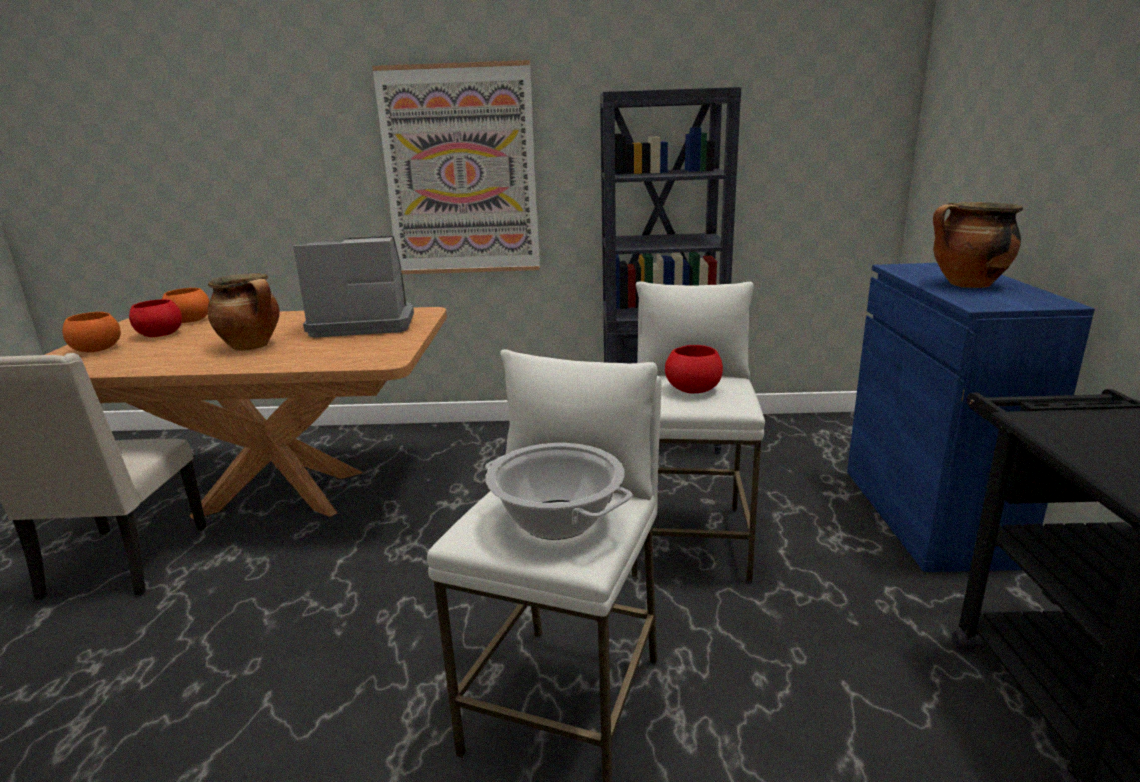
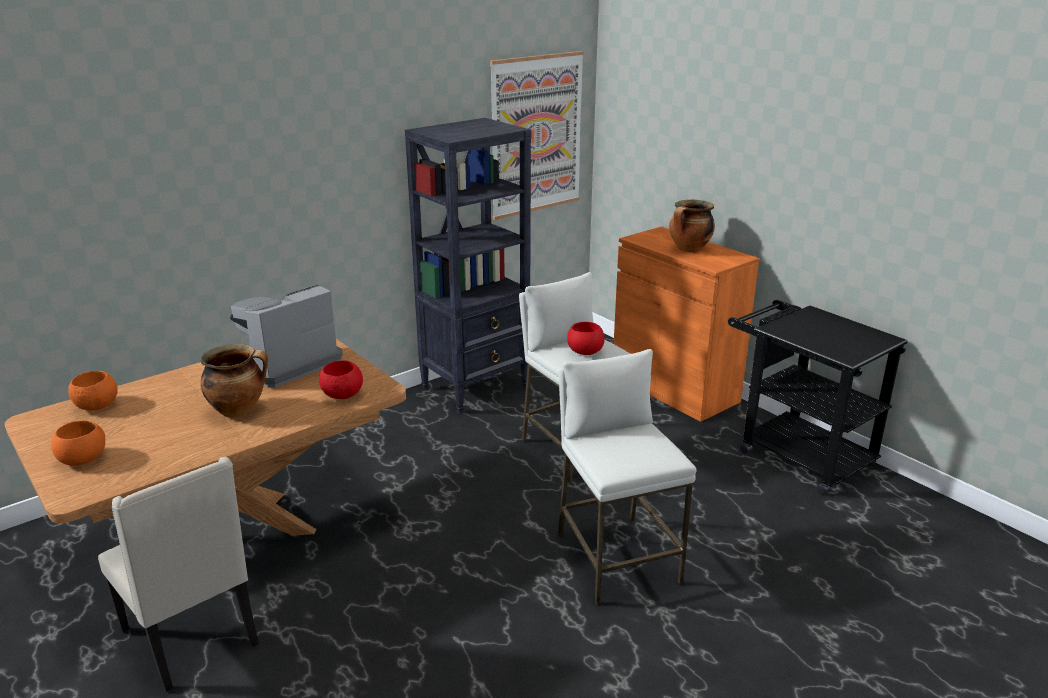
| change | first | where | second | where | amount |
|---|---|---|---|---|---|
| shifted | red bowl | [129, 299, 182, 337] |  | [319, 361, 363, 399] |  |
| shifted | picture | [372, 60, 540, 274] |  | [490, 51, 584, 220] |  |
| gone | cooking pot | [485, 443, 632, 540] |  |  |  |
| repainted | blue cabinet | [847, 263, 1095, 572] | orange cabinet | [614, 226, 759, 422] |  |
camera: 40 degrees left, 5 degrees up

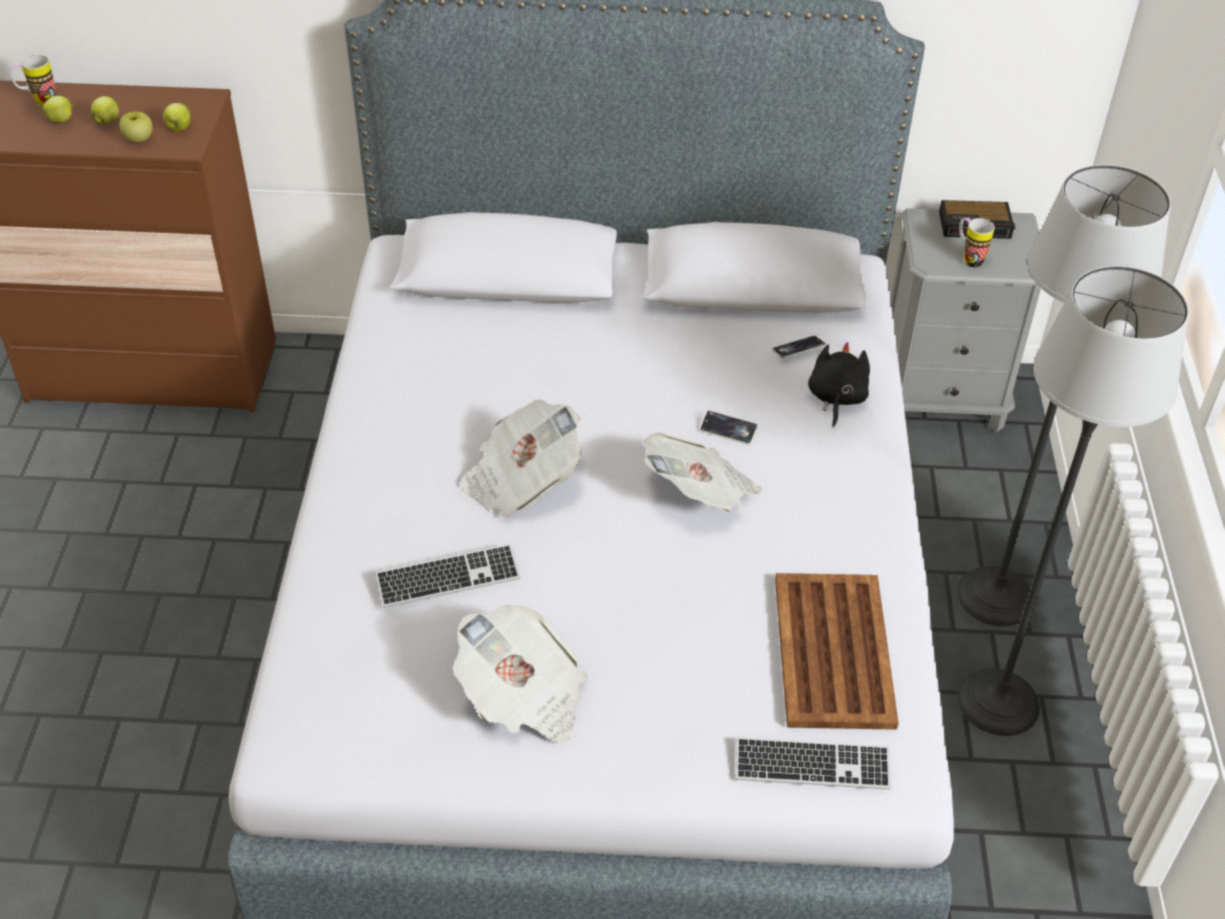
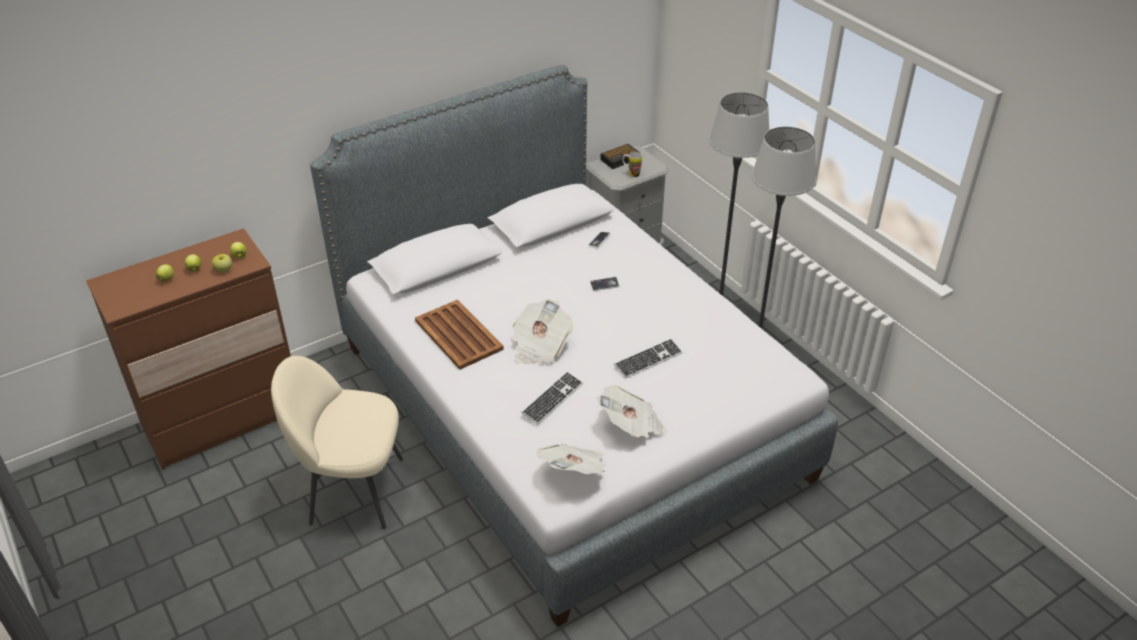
| change | first | where | second | where | amount |
|---|---|---|---|---|---|
| gone | mug | [10, 55, 56, 107] |  |  |  |
| shifted | newspaper | [643, 432, 762, 512] |  | [537, 443, 606, 474] |  |
| shifted | keyboard | [736, 737, 891, 790] |  | [614, 338, 683, 378] |  |
| shifted | brown tray | [775, 573, 898, 730] |  | [415, 299, 504, 370] |  |
| gone | black plush toy | [808, 342, 870, 428] |  |  |  |
| new |  |  | beige chair | [271, 356, 403, 529] |  |
camera: 35 degrees left, 5 degrees down

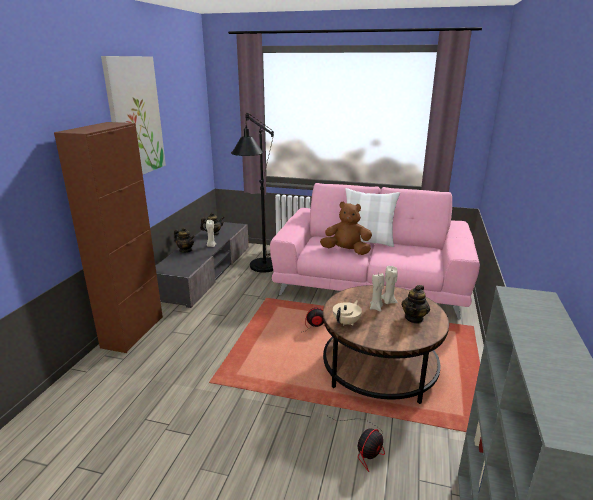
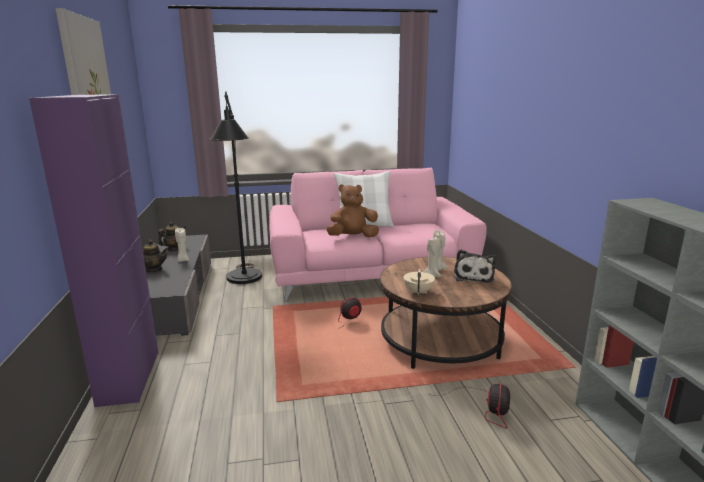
| change | first | where | second | where | amount |
|---|---|---|---|---|---|
| repainted | brown cabinet | [54, 122, 163, 353] | purple cabinet | [29, 94, 158, 407] |  |
| swapped | teapot | [402, 285, 430, 324] | plush toy | [454, 249, 496, 283] |  |
camera: 25 degrees left, 5 degrees down

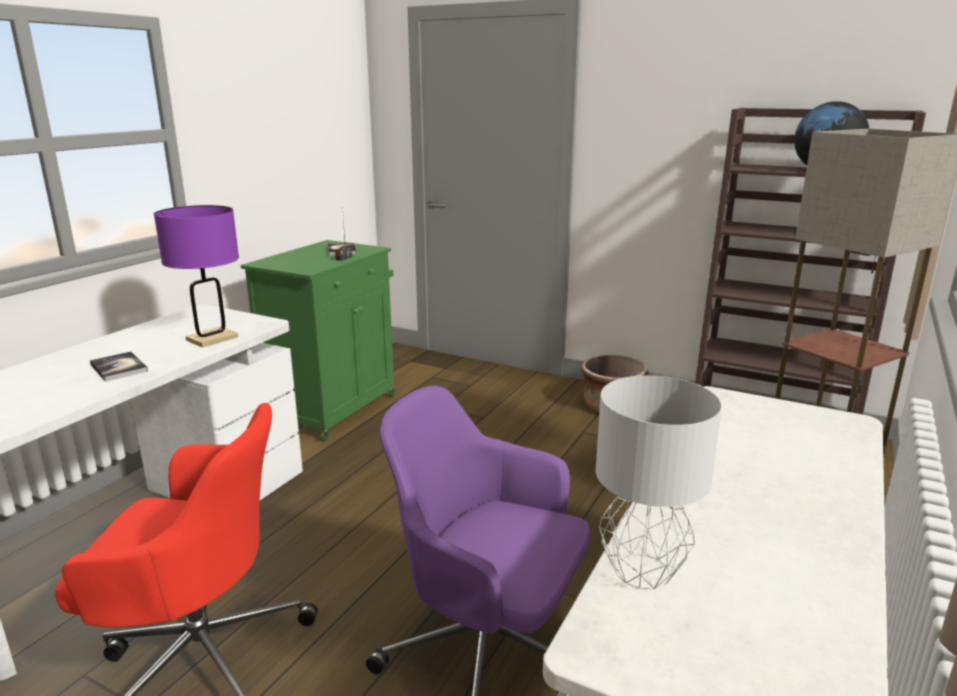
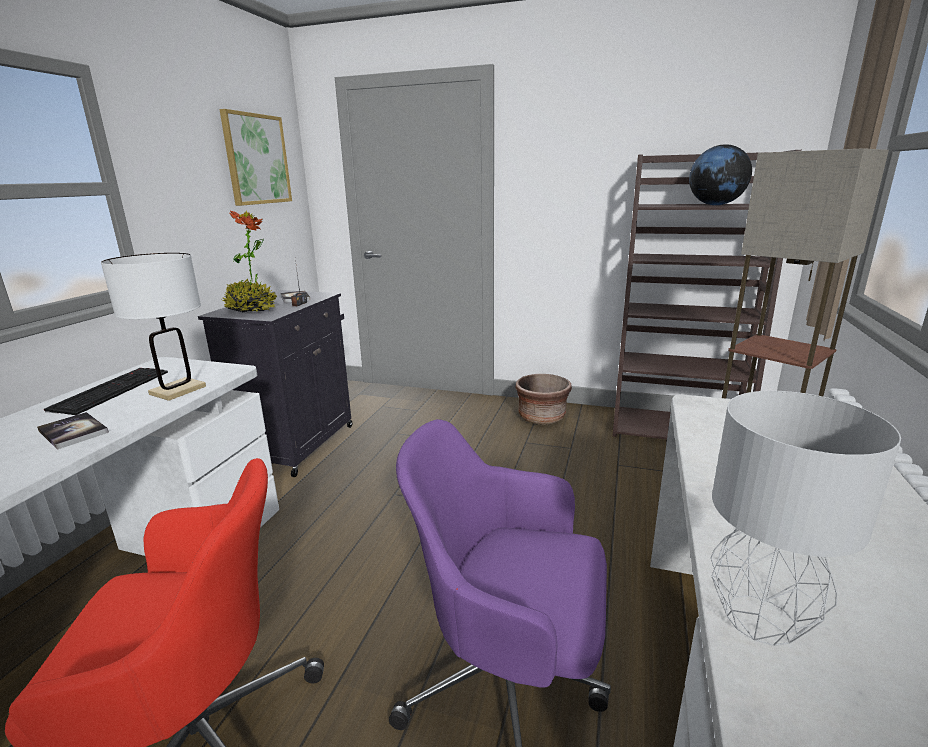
| change | first | where | second | where | amount |
|---|---|---|---|---|---|
| repainted | purple table lamp | [154, 205, 239, 348] | white table lamp | [101, 253, 206, 401] |  |
| repainted | green cabinet | [241, 240, 395, 442] | black cabinet | [198, 290, 352, 477] |  |
| new |  |  | keyboard | [44, 368, 168, 415] |  |
| new |  |  | picture | [220, 109, 292, 206] |  |
| new |  |  | potted plant | [223, 210, 277, 312] |  |
camera: 10 degrees left, 0 degrees up

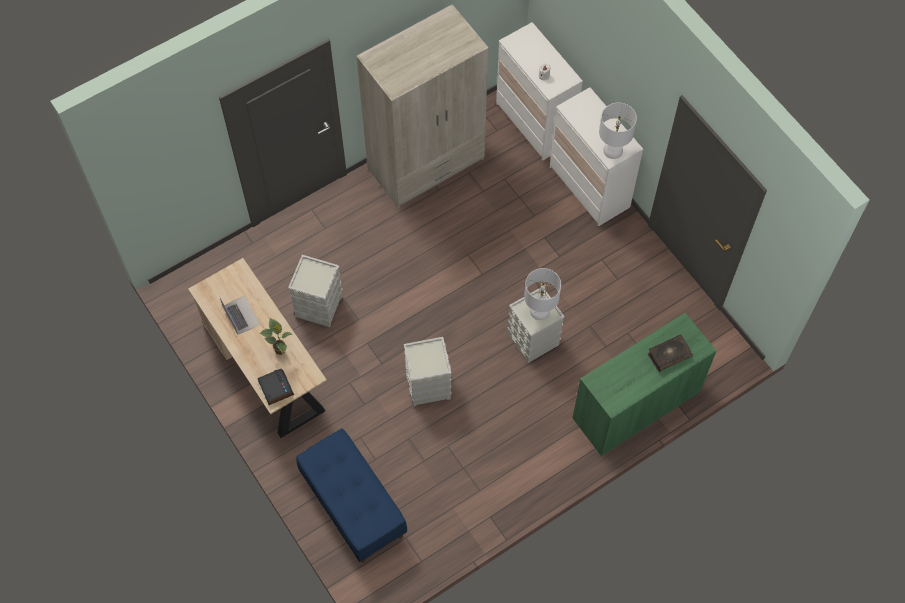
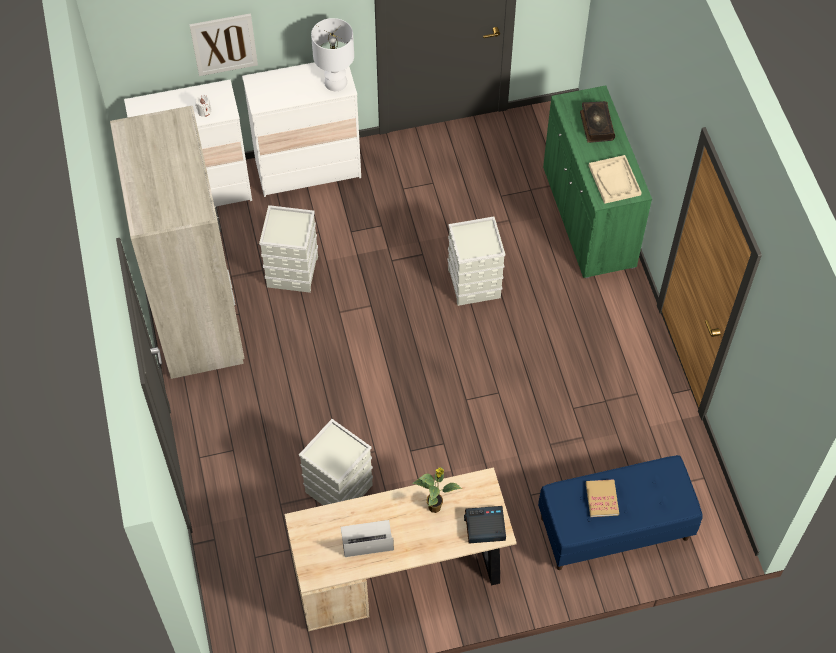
| change | first | where | second | where | amount |
|---|---|---|---|---|---|
| shifted | grey storage box | [404, 337, 451, 406] |  | [259, 205, 318, 293] |  |
| gone | white table lamp | [524, 268, 561, 320] |  |  |  |
| new |  |  | picture | [189, 13, 258, 76] |  |
| new |  |  | book | [586, 479, 619, 517] |  |
| new |  |  | beige tray | [589, 155, 642, 204] |  |
camera: 70 degrees left, 5 degrees down

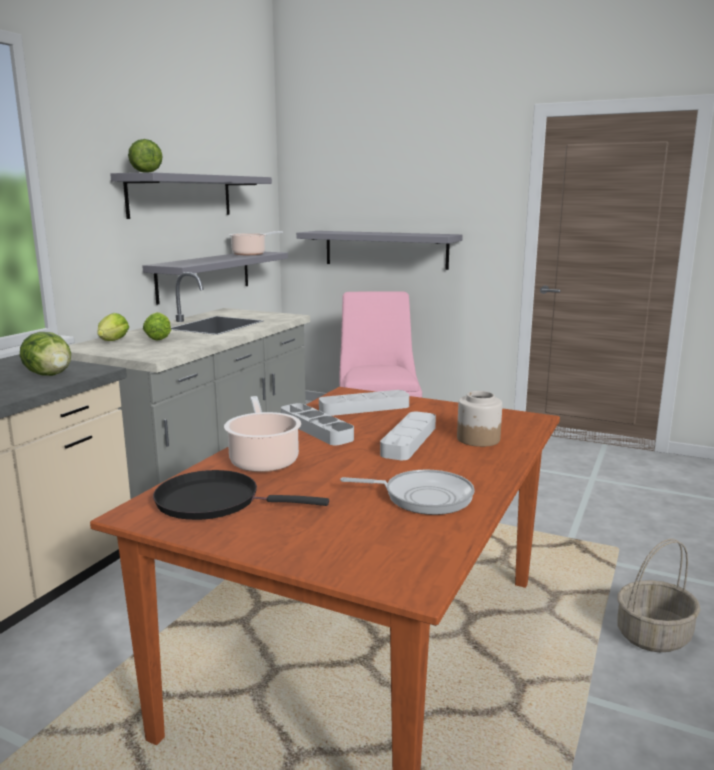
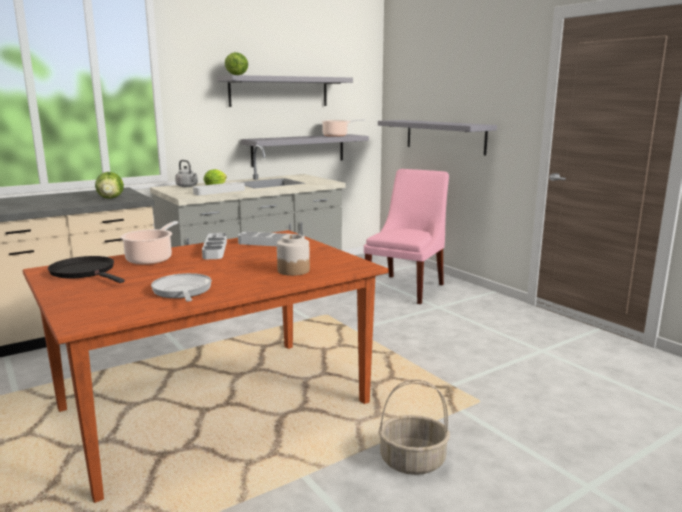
| change | first | where | second | where | amount |
|---|---|---|---|---|---|
| swapped | lettuce | [97, 313, 129, 341] | grey kettle | [175, 160, 198, 187] |  |
| rotated | frying pan | [340, 470, 475, 515] |  | [151, 273, 212, 301] | 150 degrees counterclockwise |
| shifted | grey tray | [380, 412, 436, 460] |  | [193, 182, 245, 195] |  |
camera: 30 degrees right, 0 degrees up

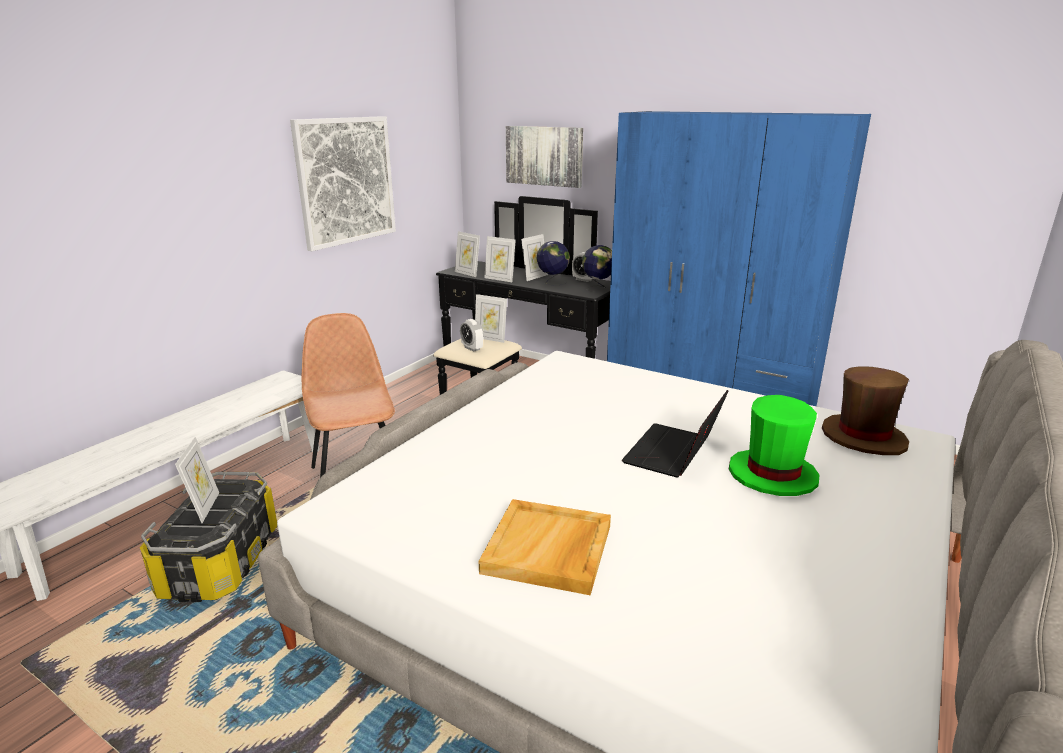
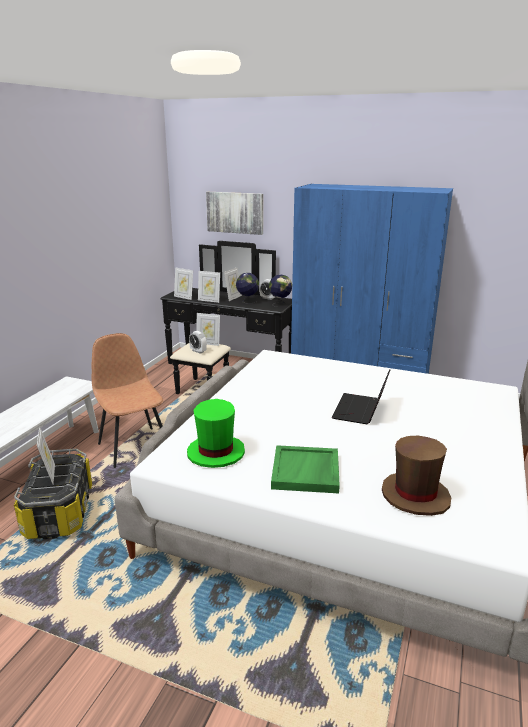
| change | first | where | second | where | amount |
|---|---|---|---|---|---|
| gone | picture | [290, 116, 396, 251] |  |  |  |
| repainted | beige tray | [479, 499, 611, 596] | green tray | [271, 445, 340, 493] |  |
| shifted | green hat | [729, 395, 819, 496] |  | [187, 399, 245, 468] |  |
| shifted | brown hat | [822, 366, 909, 455] |  | [382, 436, 451, 516] |  |
camera: 10 degrees left, 0 degrees up

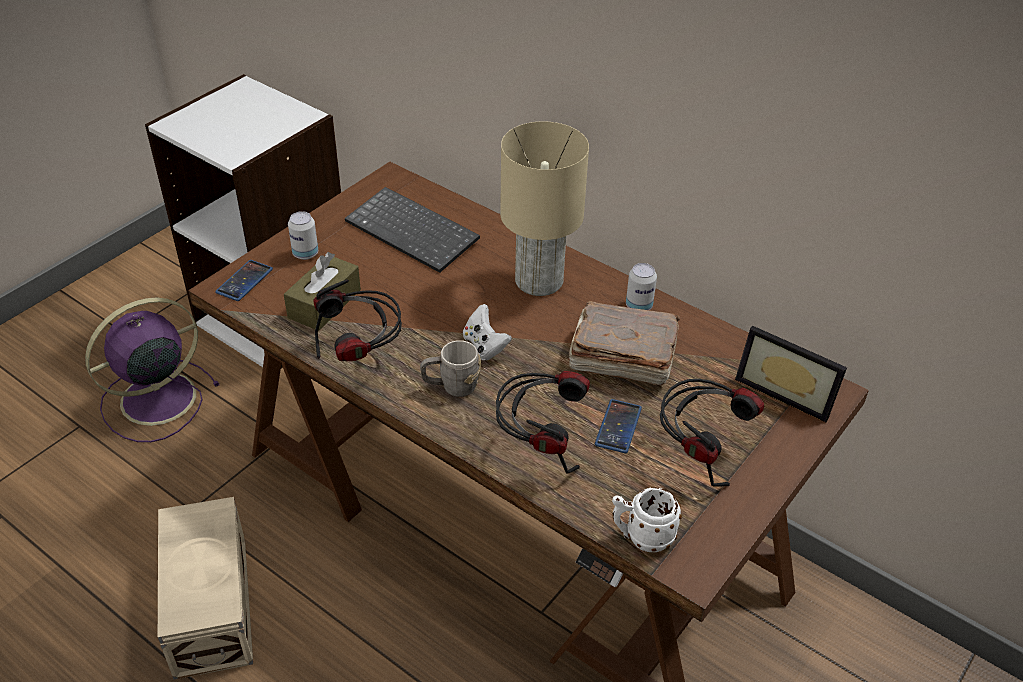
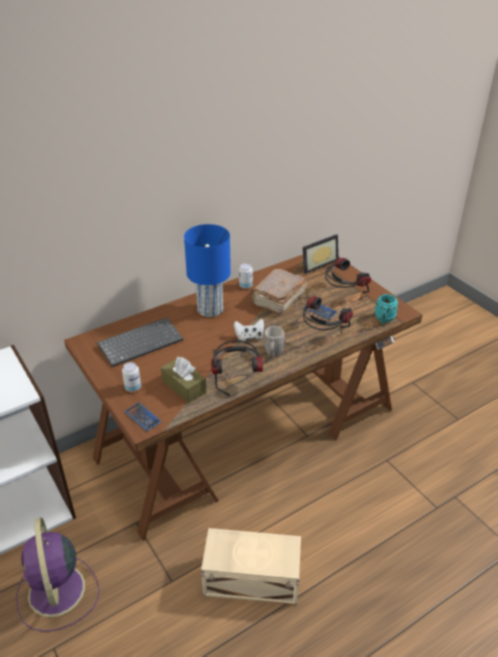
| change | first | where | second | where | amount |
|---|---|---|---|---|---|
| repainted | beige table lamp | [500, 122, 589, 296] | blue table lamp | [184, 224, 231, 317] |  |
| repainted | white mug | [612, 488, 682, 552] | turquoise mug | [375, 294, 398, 324] |  |
camera: 70 degrees left, 5 degrees down

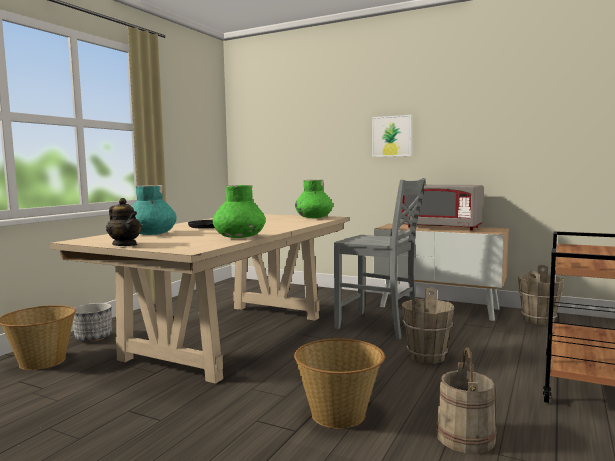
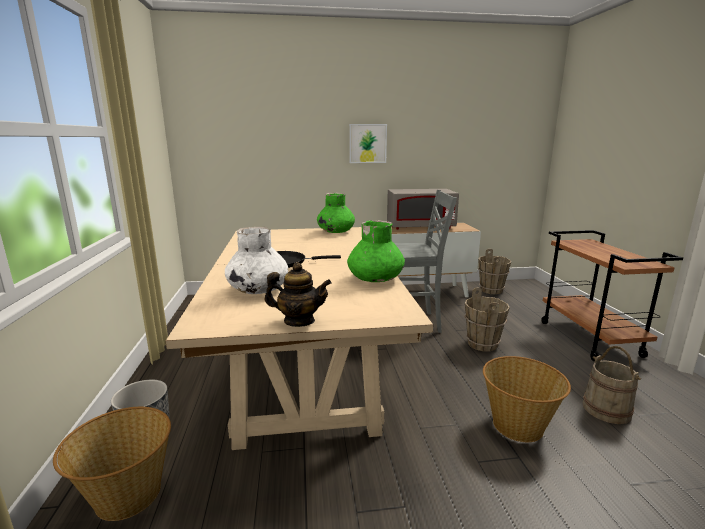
| change | first | where | second | where | amount |
|---|---|---|---|---|---|
| repainted | turquoise vase | [132, 185, 177, 235] | white vase | [225, 227, 288, 294] |  |
camera: 35 degrees left, 10 degrees up

